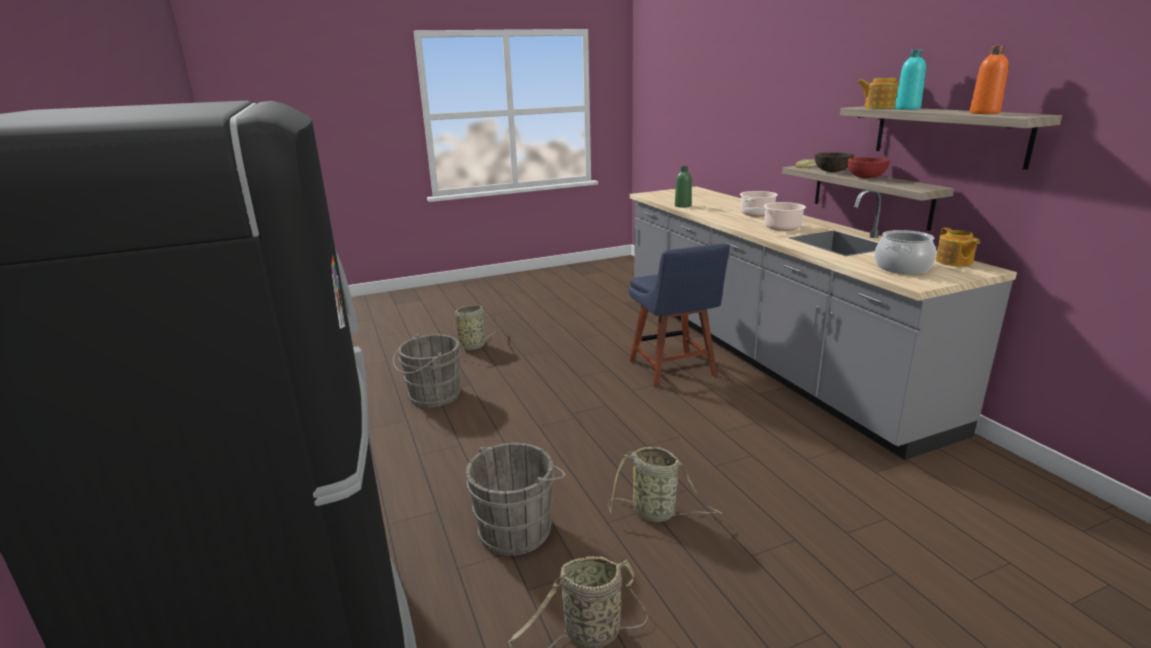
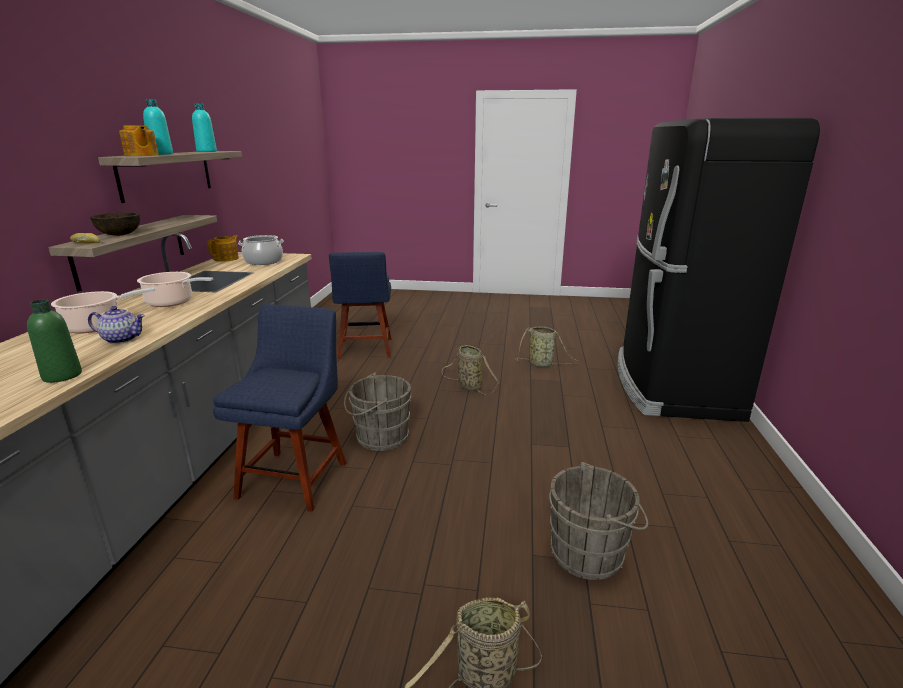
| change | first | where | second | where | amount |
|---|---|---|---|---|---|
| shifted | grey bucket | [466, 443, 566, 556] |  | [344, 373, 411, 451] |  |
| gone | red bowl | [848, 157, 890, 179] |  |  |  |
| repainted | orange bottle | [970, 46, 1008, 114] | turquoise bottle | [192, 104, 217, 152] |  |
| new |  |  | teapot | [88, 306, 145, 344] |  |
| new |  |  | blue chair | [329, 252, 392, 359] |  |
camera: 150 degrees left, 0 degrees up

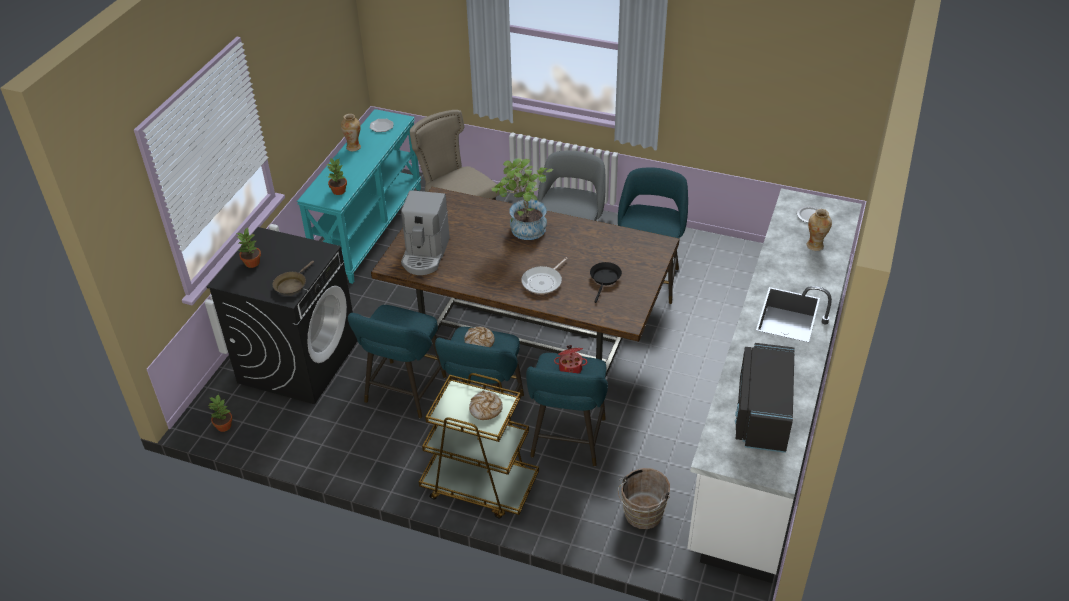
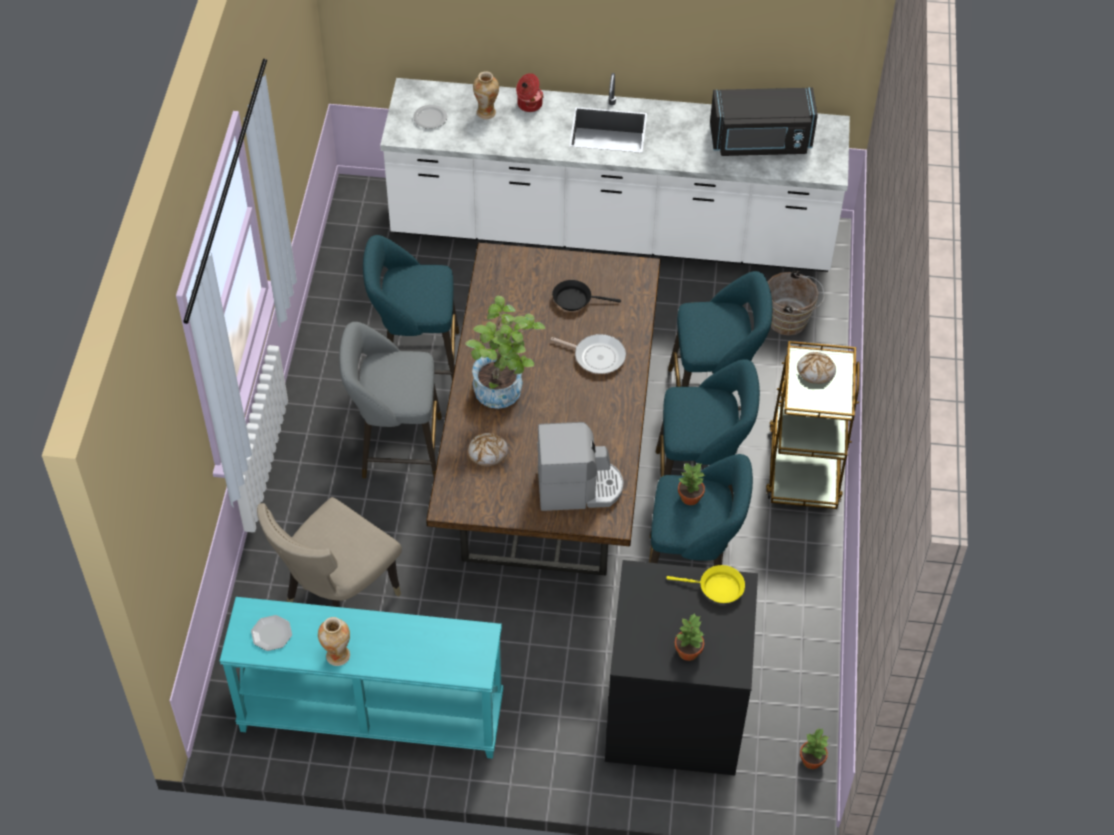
| change | first | where | second | where | amount |
|---|---|---|---|---|---|
| repainted | brown frying pan | [273, 260, 314, 296] | yellow frying pan | [666, 565, 745, 603] |  |
| shifted | potted plant | [326, 158, 347, 195] |  | [678, 463, 705, 505] |  |
| shifted | bread | [464, 327, 495, 347] |  | [468, 433, 508, 467] |  |
| shifted | cooking pot | [554, 345, 587, 374] |  | [516, 73, 544, 112] |  |
camera: 105 degrees left, 10 degrees up

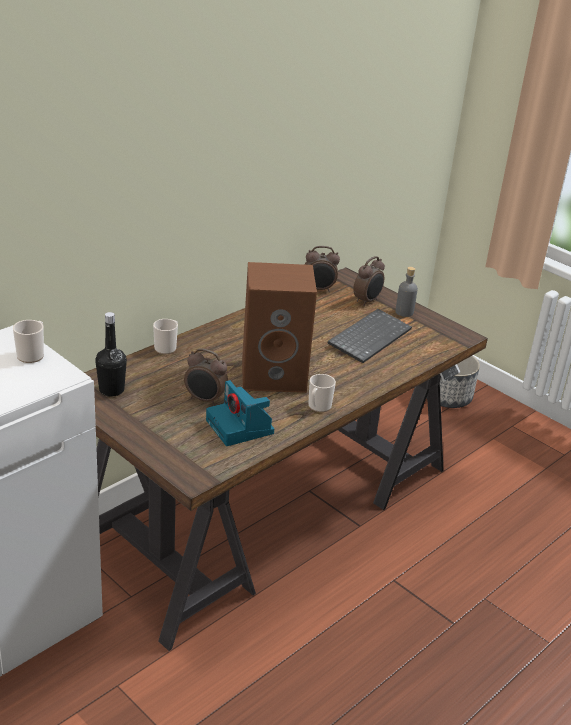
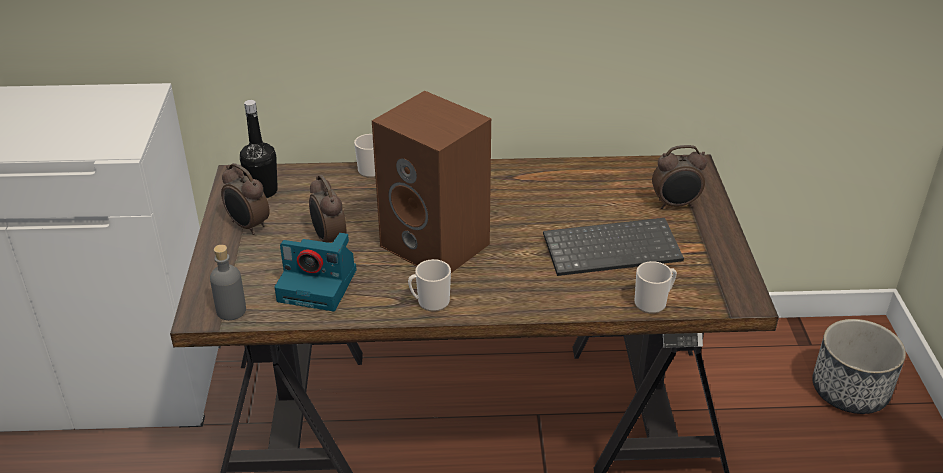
| change | first | where | second | where | amount |
|---|---|---|---|---|---|
| shifted | mug | [13, 320, 44, 363] |  | [634, 261, 677, 314] |  |
| rotated | photo camera | [206, 380, 274, 446] |  | [274, 233, 357, 311] | 90 degrees counterclockwise |
| shifted | alarm clock | [305, 246, 340, 292] |  | [221, 163, 270, 235] |  |
| shifted | grey bottle | [395, 267, 418, 317] |  | [210, 245, 246, 320] |  |
camera: 45 degrees right, 5 degrees up

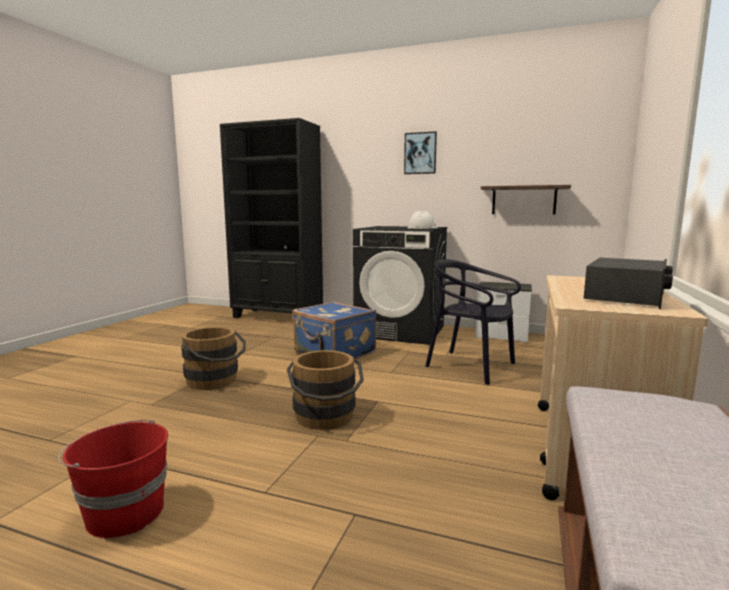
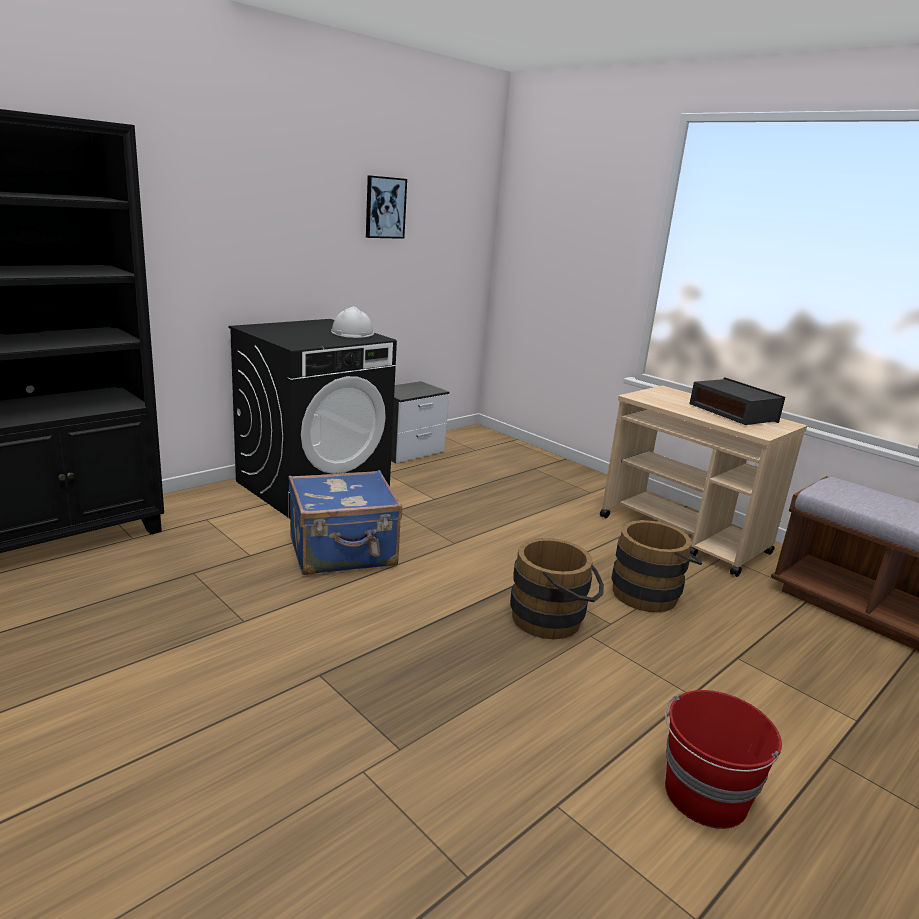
| change | first | where | second | where | amount |
|---|---|---|---|---|---|
| shifted | brown bucket | [181, 327, 246, 390] |  | [611, 520, 702, 612] |  |
| shifted | picture | [404, 131, 437, 174] |  | [366, 175, 407, 239] |  |
| gone | black chair | [425, 259, 521, 385] |  |  |  |
| gone | shelf | [481, 185, 571, 215] |  |  |  |
camera: 65 degrees left, 10 degrees up

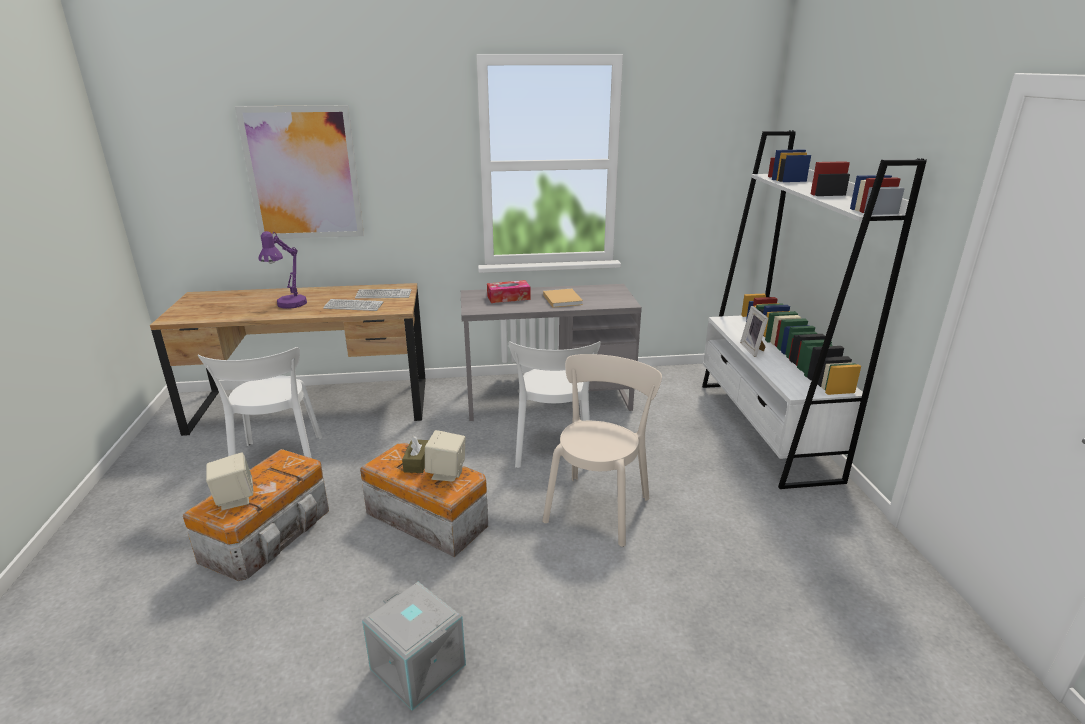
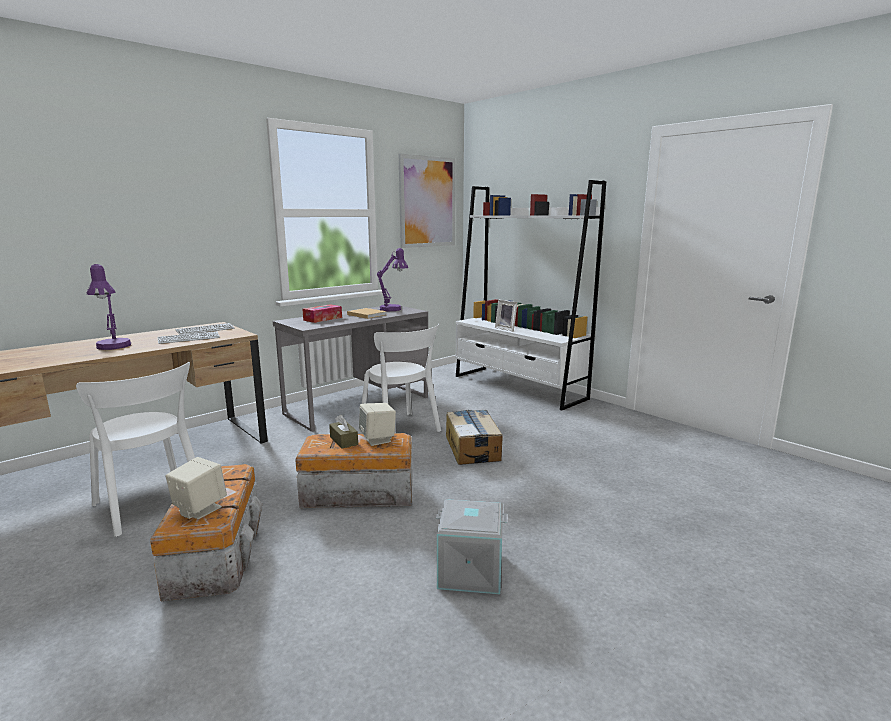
| change | first | where | second | where | amount |
|---|---|---|---|---|---|
| shifted | picture | [235, 105, 364, 239] |  | [399, 154, 455, 248] |  |
| swapped | beige chair | [542, 354, 662, 547] | cardboard box | [446, 410, 503, 465] |  |
| new |  |  | purple table lamp | [377, 248, 408, 311] |  |
camera: 35 degrees left, 10 degrees down

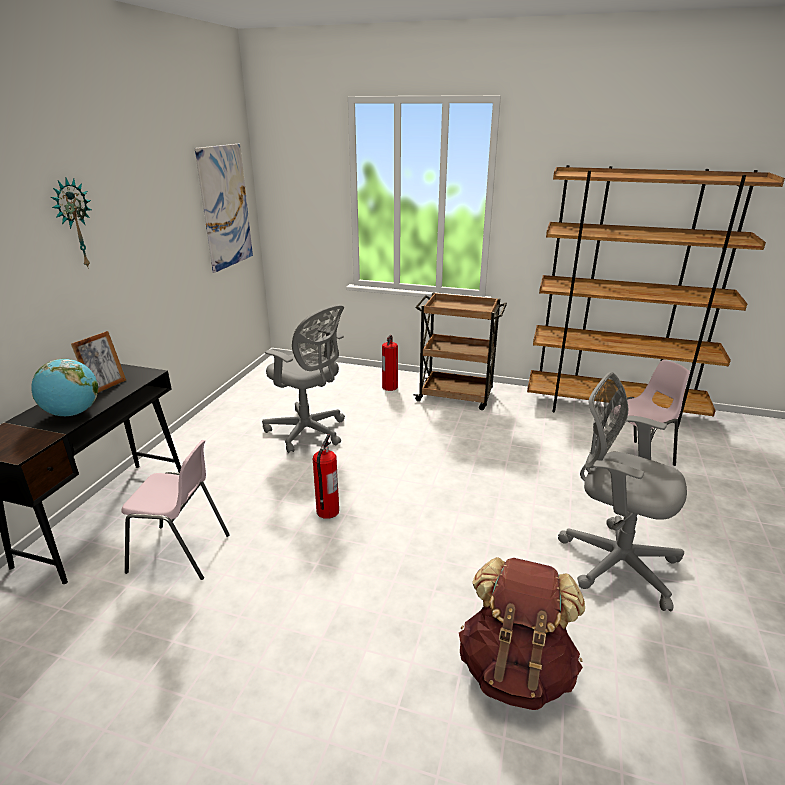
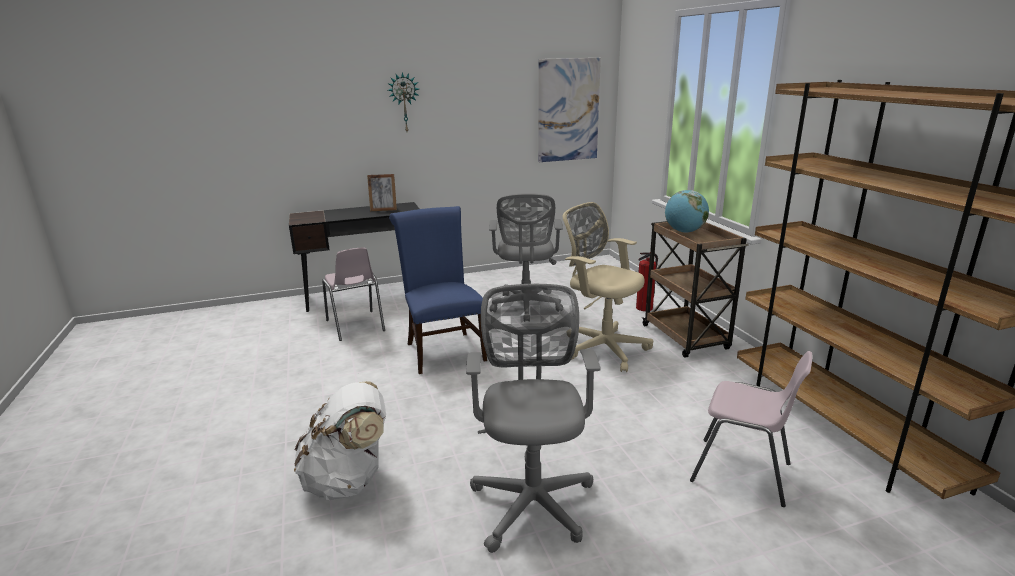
| change | first | where | second | where | amount |
|---|---|---|---|---|---|
| shifted | globe | [31, 359, 98, 416] |  | [665, 190, 709, 233] |  |
| swapped | fire extinguisher | [313, 434, 339, 519] | blue chair | [389, 206, 487, 374] |  |
| repainted | brown backpack | [459, 557, 585, 710] | white backpack | [294, 381, 386, 500] |  |
| new |  |  | beige office chair | [563, 202, 653, 372] |  |
camera: 55 degrees right, 5 degrees down

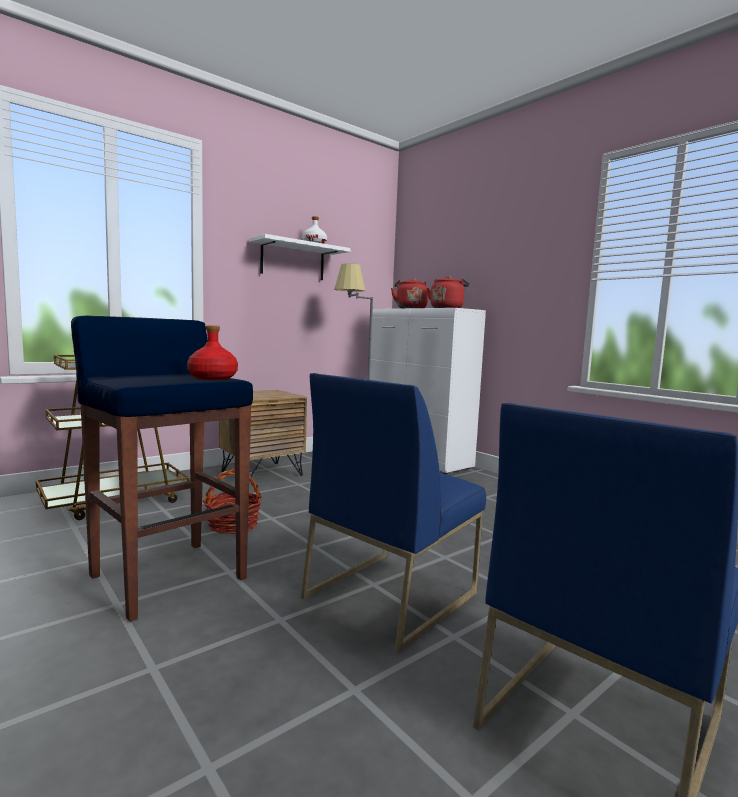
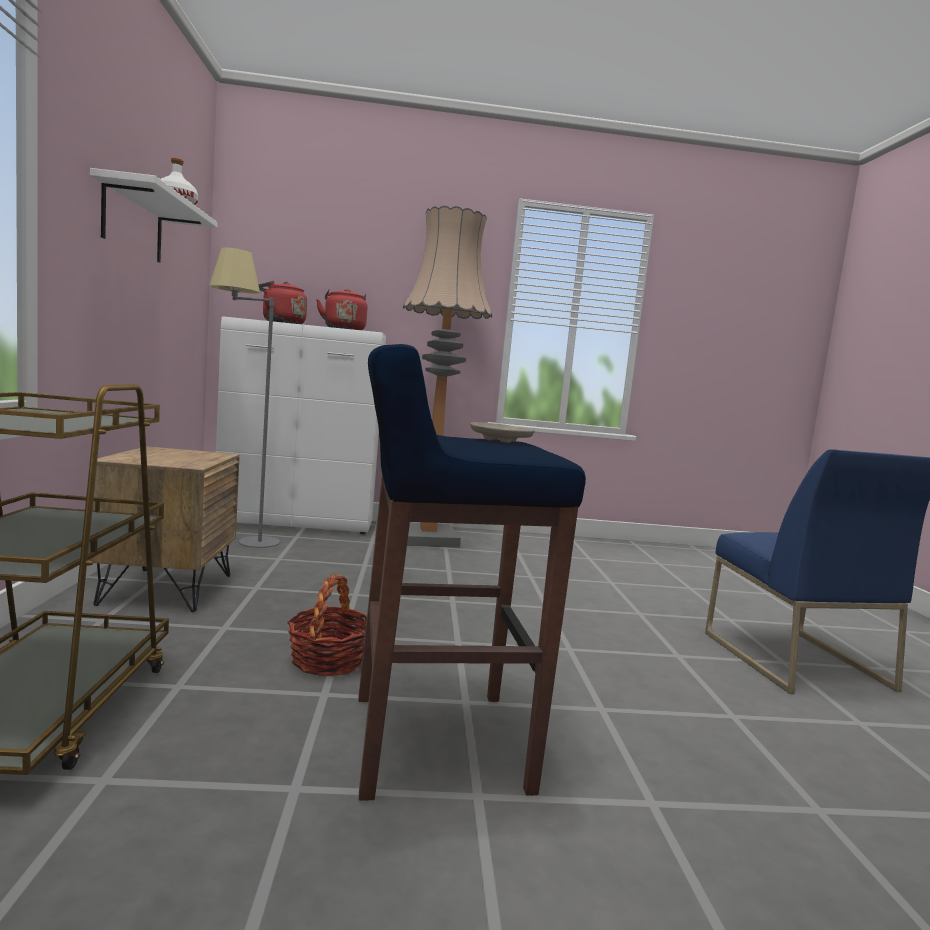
| change | first | where | second | where | amount |
|---|---|---|---|---|---|
| swapped | red bottle | [187, 325, 238, 380] | beige plate | [470, 422, 535, 443] |  |
| gone | blue chair | [301, 373, 486, 652] |  |  |  |
| new |  |  | floor lamp | [403, 206, 492, 548] |  |
camera: 55 degrees left, 0 degrees up

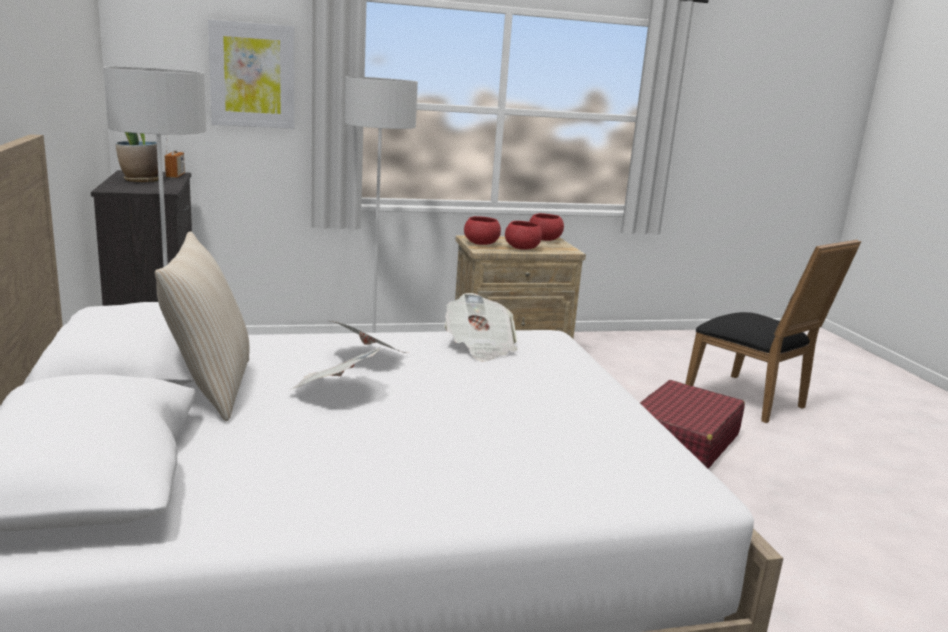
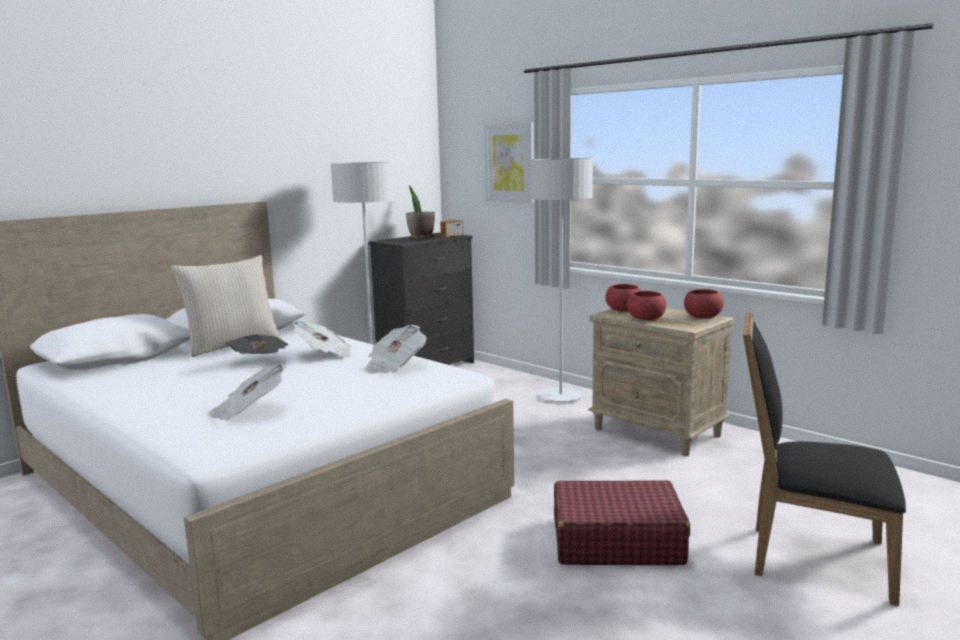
| change | first | where | second | where | amount |
|---|---|---|---|---|---|
| rotated | black chair | [685, 239, 861, 423] |  | [743, 311, 906, 606] | 90 degrees clockwise |
| new |  |  | newspaper | [208, 363, 287, 421] |  |
camera: 60 degrees right, 5 degrees down

